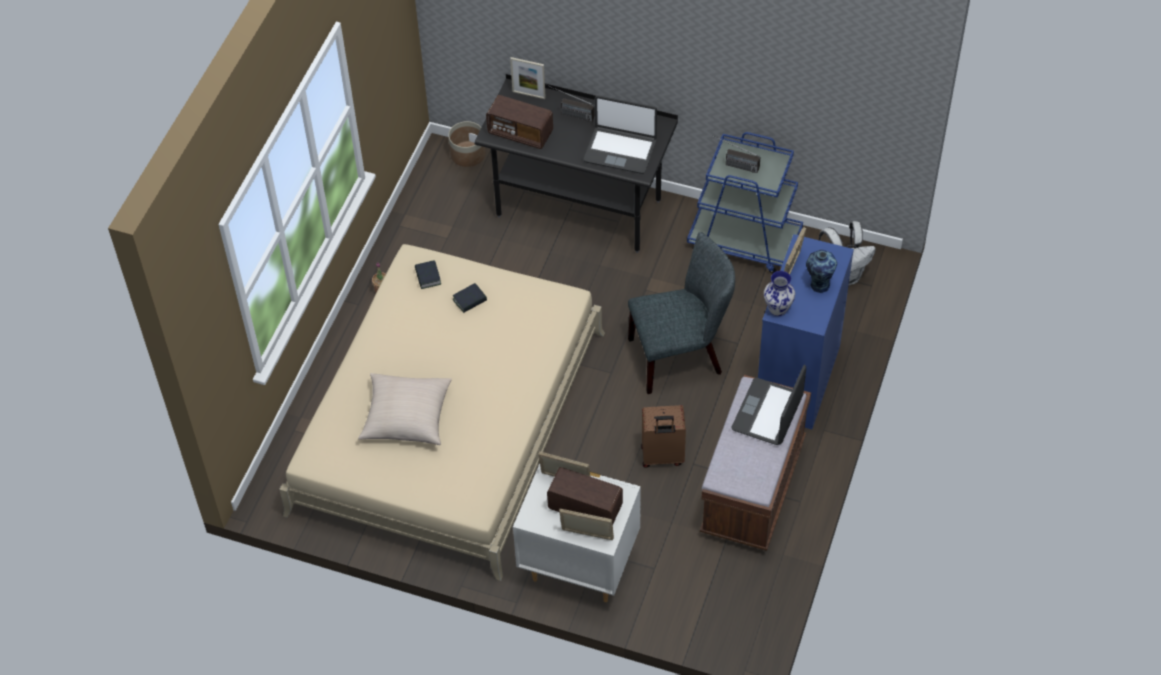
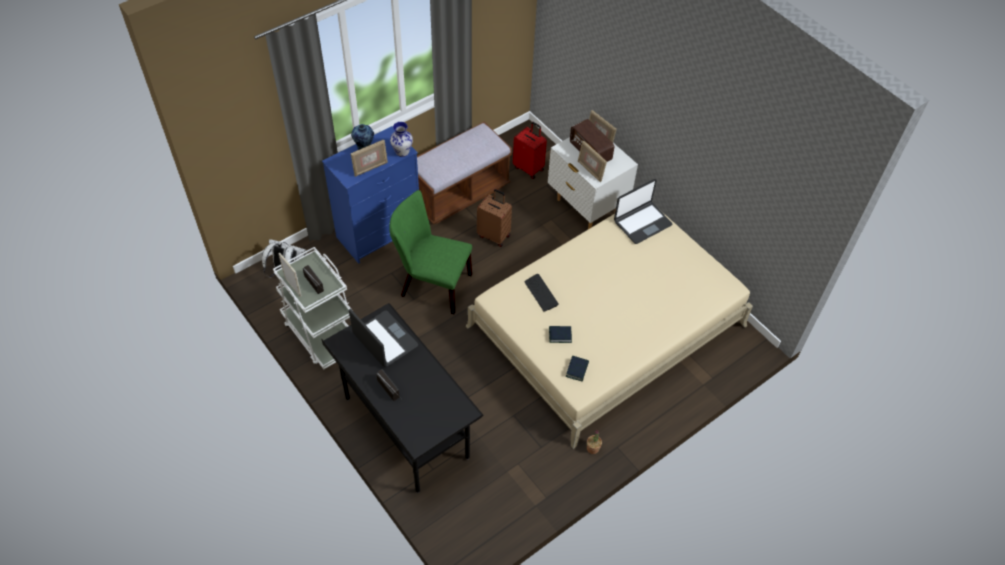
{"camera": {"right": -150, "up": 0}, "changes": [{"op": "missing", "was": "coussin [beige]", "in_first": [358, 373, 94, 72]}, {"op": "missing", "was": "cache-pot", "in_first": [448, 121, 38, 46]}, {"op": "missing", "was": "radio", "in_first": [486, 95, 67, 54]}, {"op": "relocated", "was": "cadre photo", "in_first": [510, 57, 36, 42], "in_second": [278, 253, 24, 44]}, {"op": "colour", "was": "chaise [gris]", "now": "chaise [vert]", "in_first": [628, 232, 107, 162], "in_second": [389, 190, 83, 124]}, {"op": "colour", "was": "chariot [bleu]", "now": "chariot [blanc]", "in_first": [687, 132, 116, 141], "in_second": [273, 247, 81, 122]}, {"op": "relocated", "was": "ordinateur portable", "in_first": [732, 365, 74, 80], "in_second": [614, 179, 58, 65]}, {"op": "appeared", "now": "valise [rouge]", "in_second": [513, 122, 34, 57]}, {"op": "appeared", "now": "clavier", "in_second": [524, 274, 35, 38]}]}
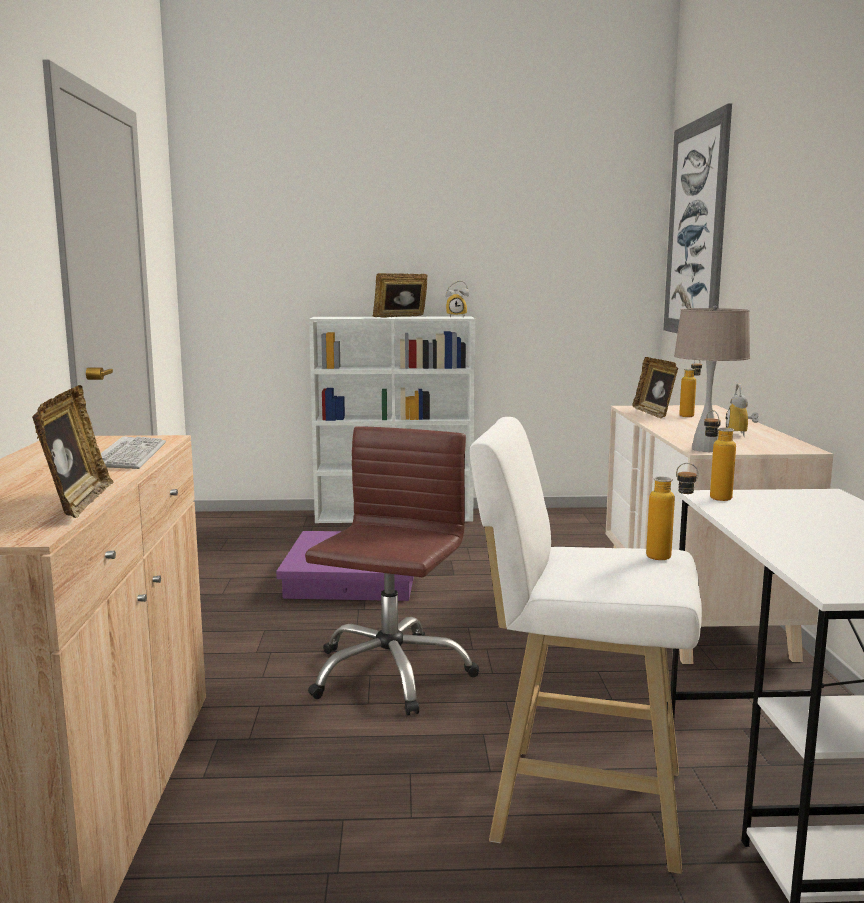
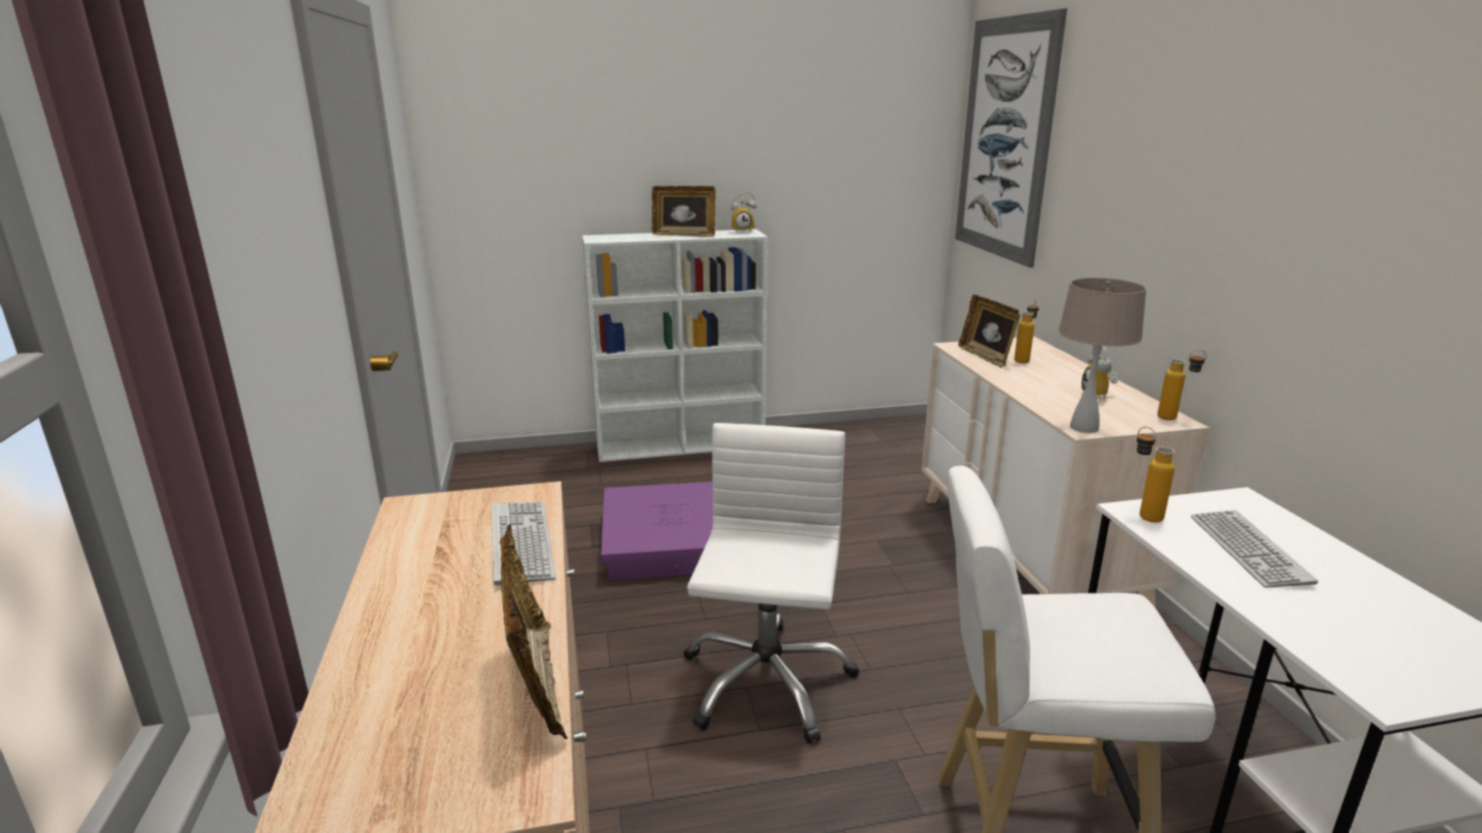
{"camera": {"right": -10, "up": 10}, "changes": [{"op": "colour", "was": "chaise de bureau [marron]", "now": "chaise de bureau [blanc]", "in_first": [305, 426, 174, 290], "in_second": [683, 423, 176, 321]}, {"op": "spun", "was": "cadre photo", "in_first": [373, 273, 54, 45], "in_second": [652, 186, 63, 51], "clockwise": -135}, {"op": "relocated", "was": "bouteille", "in_first": [646, 463, 52, 97], "in_second": [1157, 350, 50, 70]}, {"op": "appeared", "now": "clavier", "in_second": [1191, 510, 127, 78]}]}
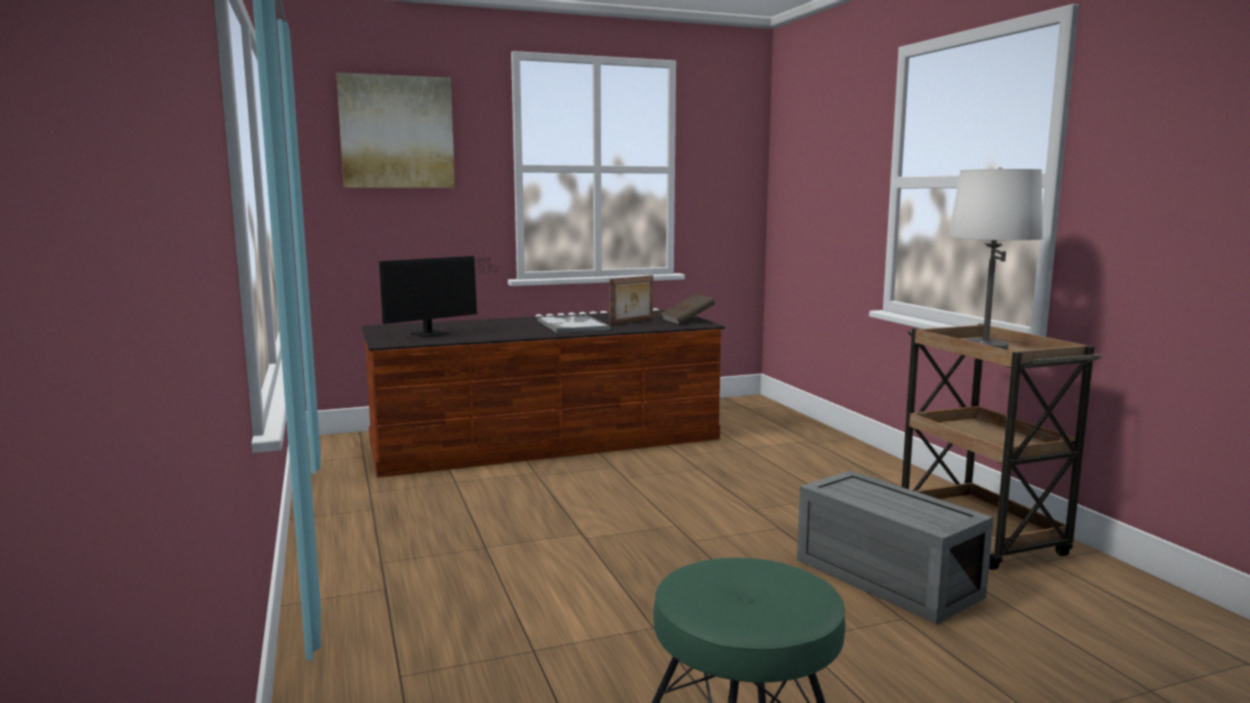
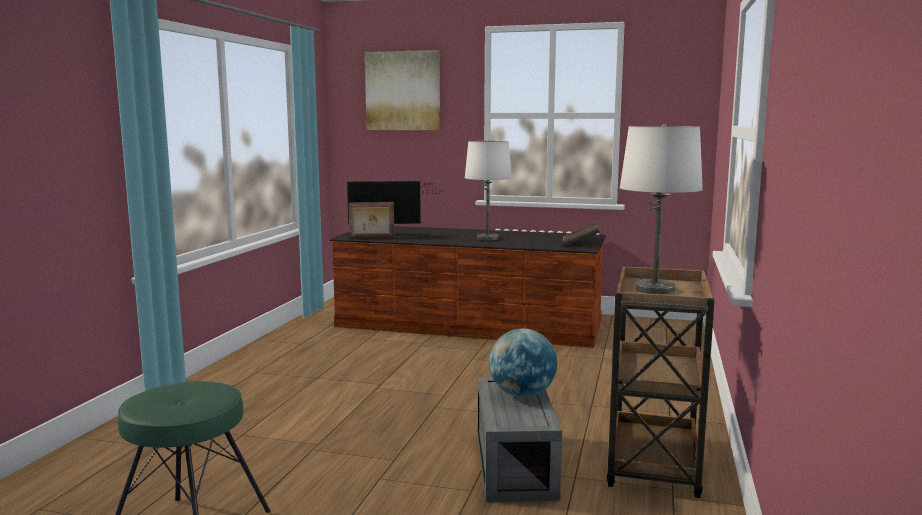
{"camera": {"right": 35, "up": 0}, "changes": [{"op": "exchanged", "was": "plateau", "now": "lampe de table [blanc]", "in_first": [537, 314, 73, 19], "in_second": [465, 140, 47, 101]}, {"op": "relocated", "was": "cadre photo", "in_first": [610, 275, 43, 50], "in_second": [349, 202, 45, 36]}, {"op": "appeared", "now": "globe", "in_second": [489, 328, 68, 69]}]}
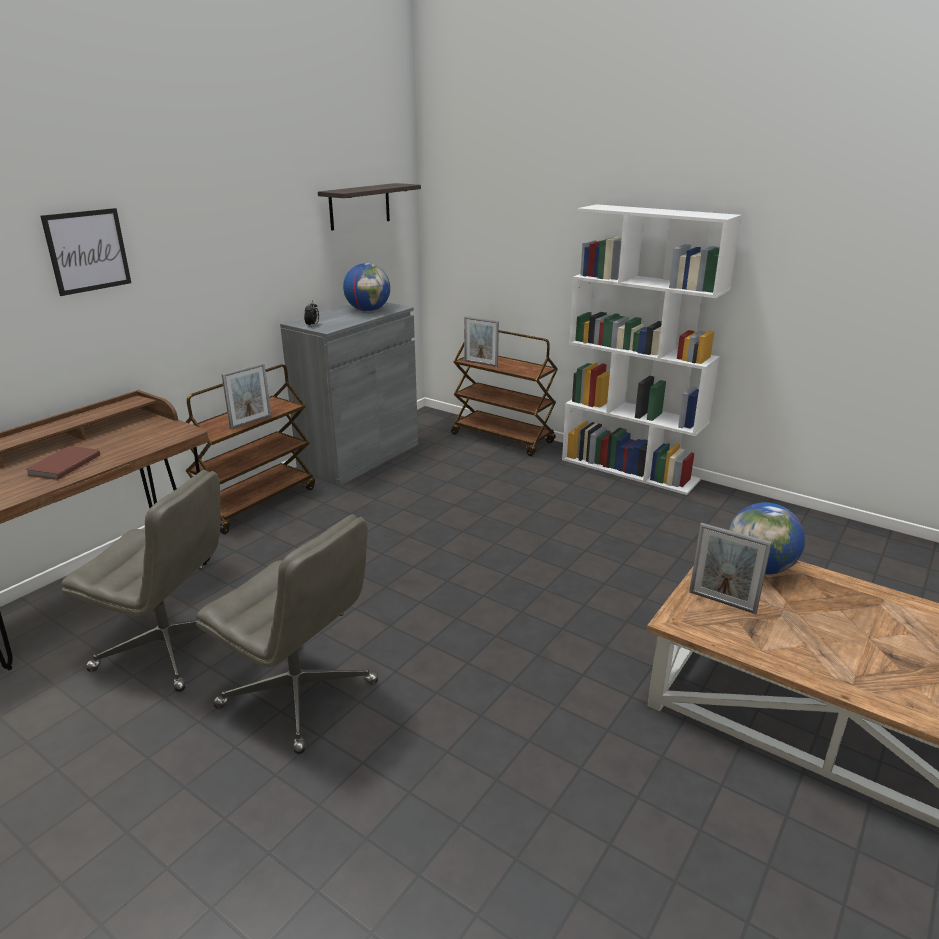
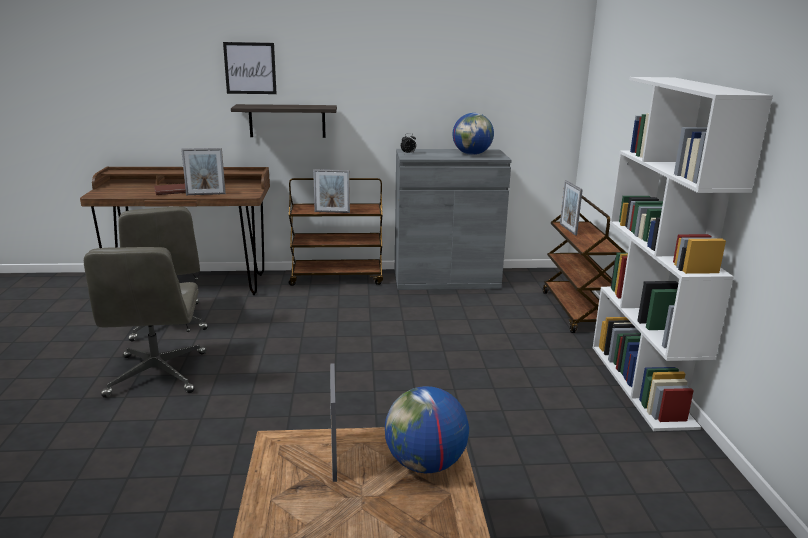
{"camera": {"right": 50, "up": -5}, "changes": [{"op": "relocated", "was": "étagère", "in_first": [318, 183, 103, 47], "in_second": [231, 104, 106, 34]}, {"op": "appeared", "now": "cadre photo", "in_second": [181, 148, 45, 47]}]}
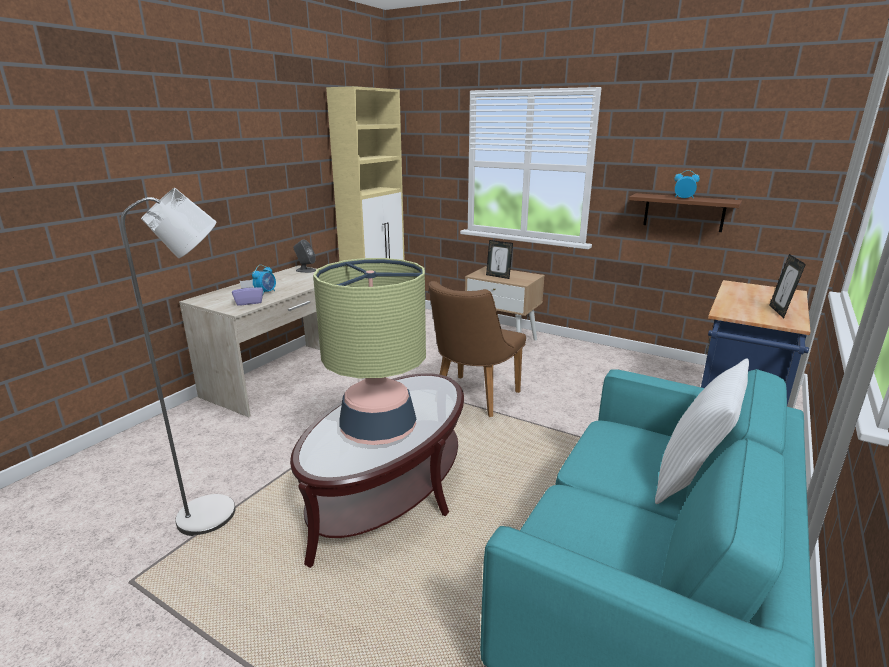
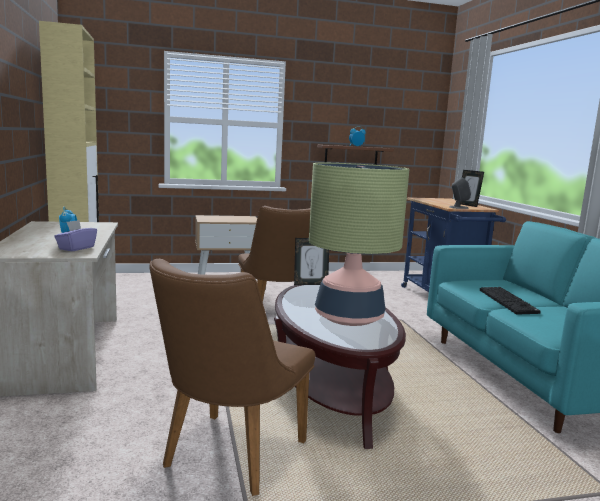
{"camera": {"right": -45, "up": -10}, "changes": [{"op": "exchanged", "was": "lampadaire [gris]", "now": "chaise [marron]", "in_first": [120, 188, 115, 348], "in_second": [149, 259, 166, 237]}, {"op": "relocated", "was": "enceinte [gris]", "in_first": [293, 240, 23, 33], "in_second": [449, 178, 22, 31]}, {"op": "relocated", "was": "cadre photo", "in_first": [486, 240, 27, 39], "in_second": [294, 238, 35, 47]}, {"op": "missing", "was": "coussin [blanc]", "in_first": [655, 359, 94, 145]}, {"op": "appeared", "now": "clavier", "in_second": [480, 287, 60, 28]}]}
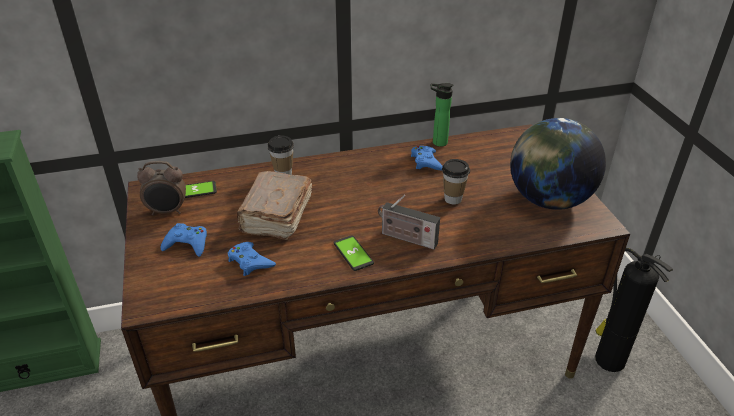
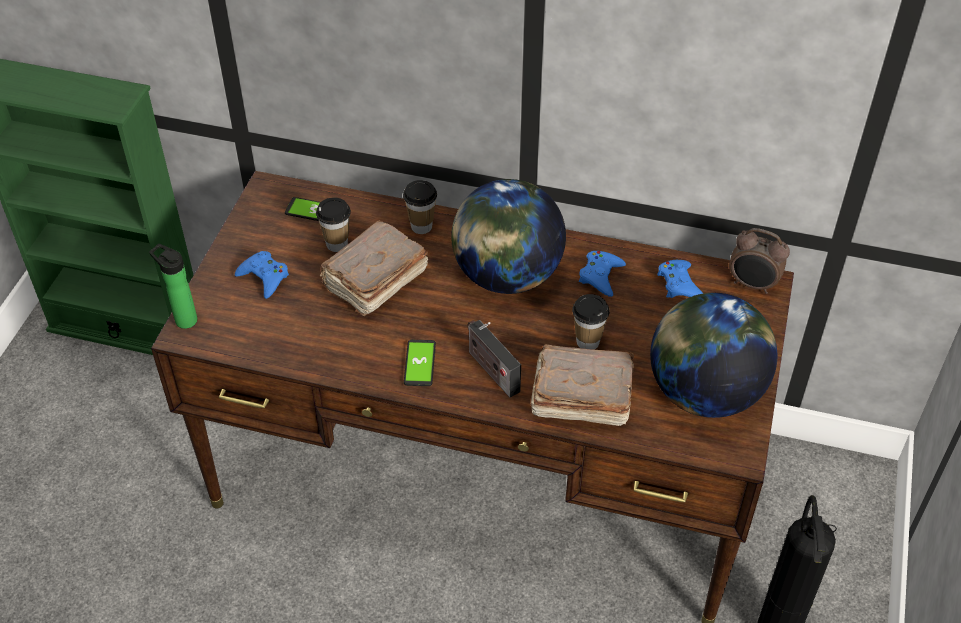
{"camera": {"right": 30, "up": 10}, "changes": [{"op": "relocated", "was": "réveil", "in_first": [137, 161, 49, 54], "in_second": [729, 228, 61, 66]}, {"op": "relocated", "was": "manette [bleu]", "in_first": [228, 242, 48, 34], "in_second": [657, 260, 46, 38]}, {"op": "relocated", "was": "bouteille", "in_first": [431, 83, 23, 64], "in_second": [149, 244, 48, 85]}, {"op": "appeared", "now": "tasse", "in_second": [316, 197, 35, 55]}, {"op": "appeared", "now": "globe", "in_second": [451, 179, 115, 115]}, {"op": "appeared", "now": "livre [marron]", "in_second": [530, 344, 104, 82]}]}
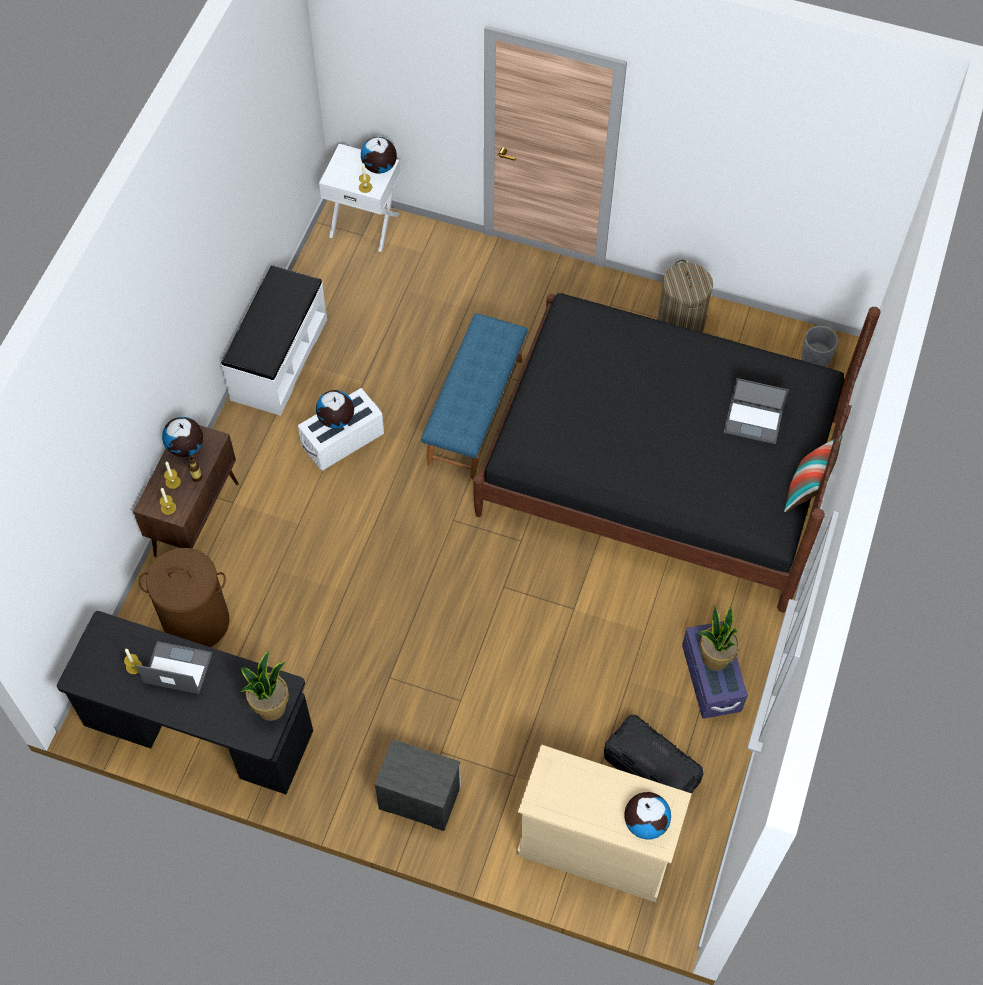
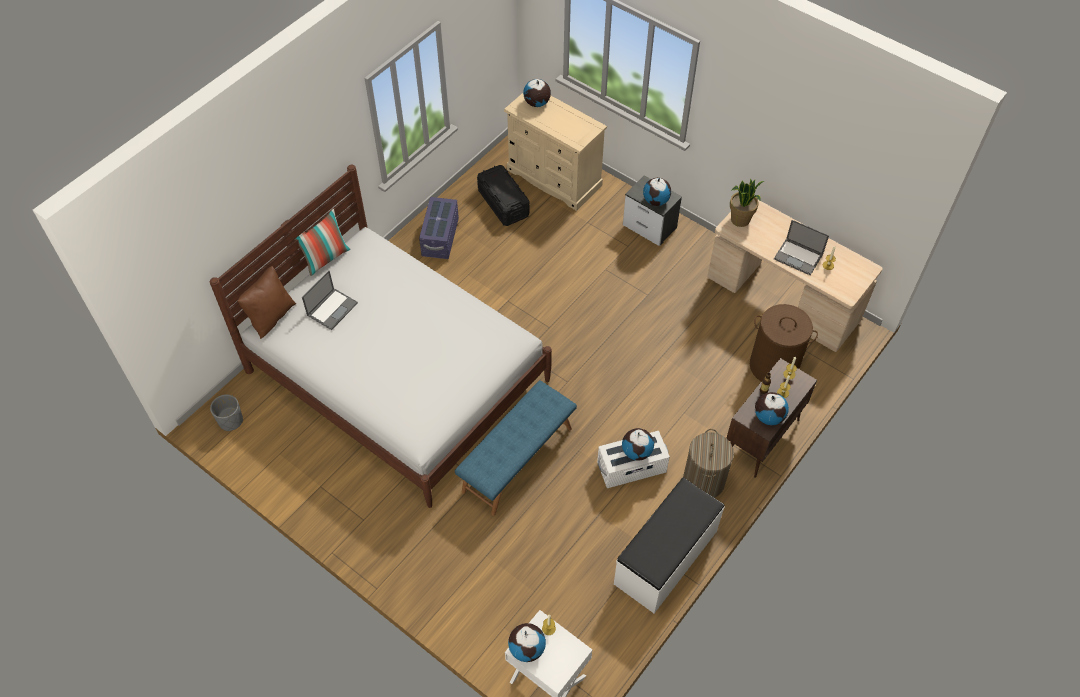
{"camera": {"right": -160, "up": -5}, "changes": [{"op": "colour", "was": "bureau [noir]", "now": "bureau [beige]", "in_first": [57, 611, 256, 183], "in_second": [707, 200, 175, 152]}, {"op": "colour", "was": "lit [noir]", "now": "lit [blanc]", "in_first": [473, 293, 408, 319], "in_second": [210, 165, 342, 343]}, {"op": "relocated", "was": "panier à linge", "in_first": [657, 260, 56, 72], "in_second": [683, 429, 51, 69]}, {"op": "missing", "was": "plante en pot", "in_first": [698, 605, 42, 66]}, {"op": "spun", "was": "ordinateur portable", "in_first": [724, 378, 65, 66], "in_second": [302, 271, 56, 59], "clockwise": 90}, {"op": "appeared", "now": "coussin [marron]", "in_second": [238, 266, 58, 73]}, {"op": "appeared", "now": "globe", "in_second": [643, 178, 28, 28]}]}
